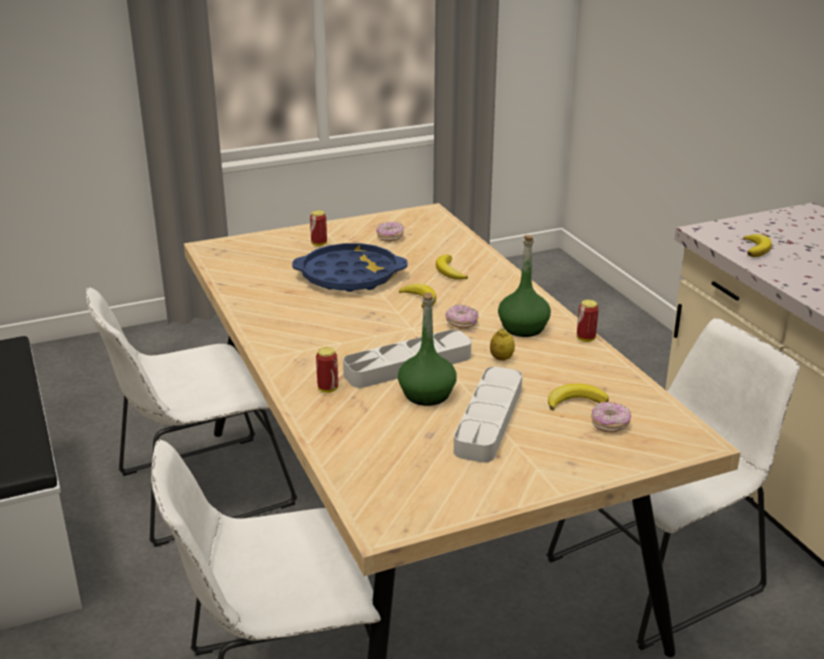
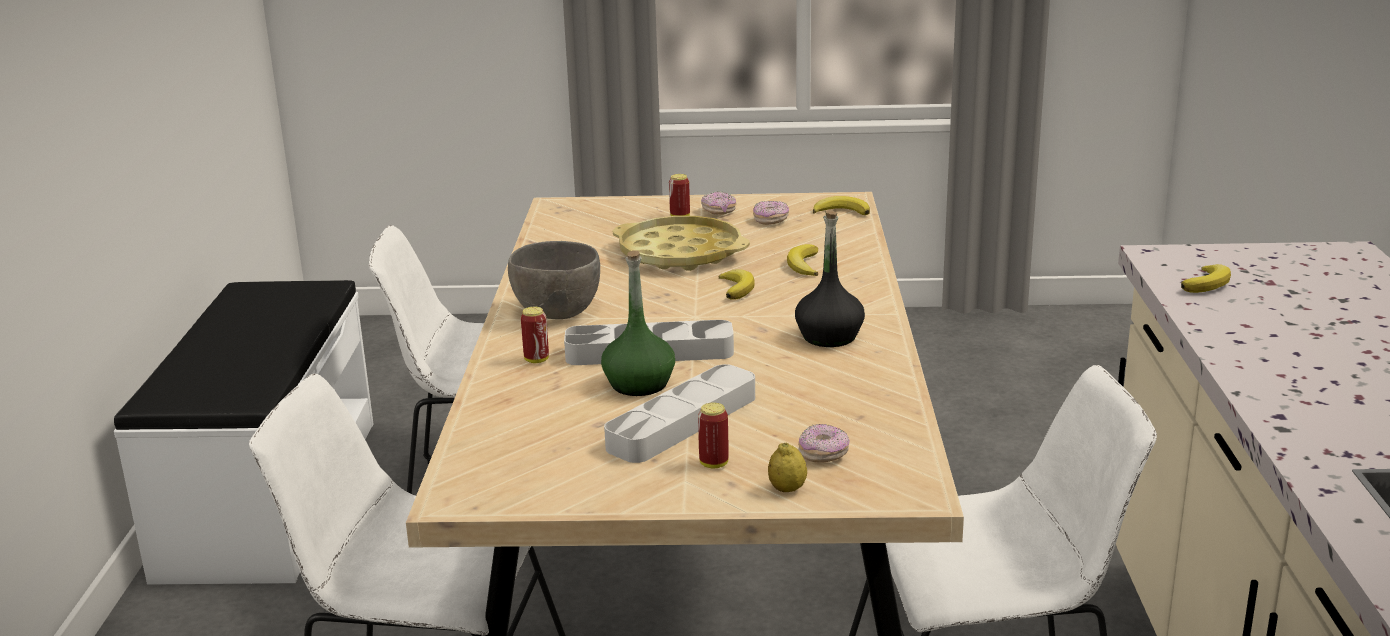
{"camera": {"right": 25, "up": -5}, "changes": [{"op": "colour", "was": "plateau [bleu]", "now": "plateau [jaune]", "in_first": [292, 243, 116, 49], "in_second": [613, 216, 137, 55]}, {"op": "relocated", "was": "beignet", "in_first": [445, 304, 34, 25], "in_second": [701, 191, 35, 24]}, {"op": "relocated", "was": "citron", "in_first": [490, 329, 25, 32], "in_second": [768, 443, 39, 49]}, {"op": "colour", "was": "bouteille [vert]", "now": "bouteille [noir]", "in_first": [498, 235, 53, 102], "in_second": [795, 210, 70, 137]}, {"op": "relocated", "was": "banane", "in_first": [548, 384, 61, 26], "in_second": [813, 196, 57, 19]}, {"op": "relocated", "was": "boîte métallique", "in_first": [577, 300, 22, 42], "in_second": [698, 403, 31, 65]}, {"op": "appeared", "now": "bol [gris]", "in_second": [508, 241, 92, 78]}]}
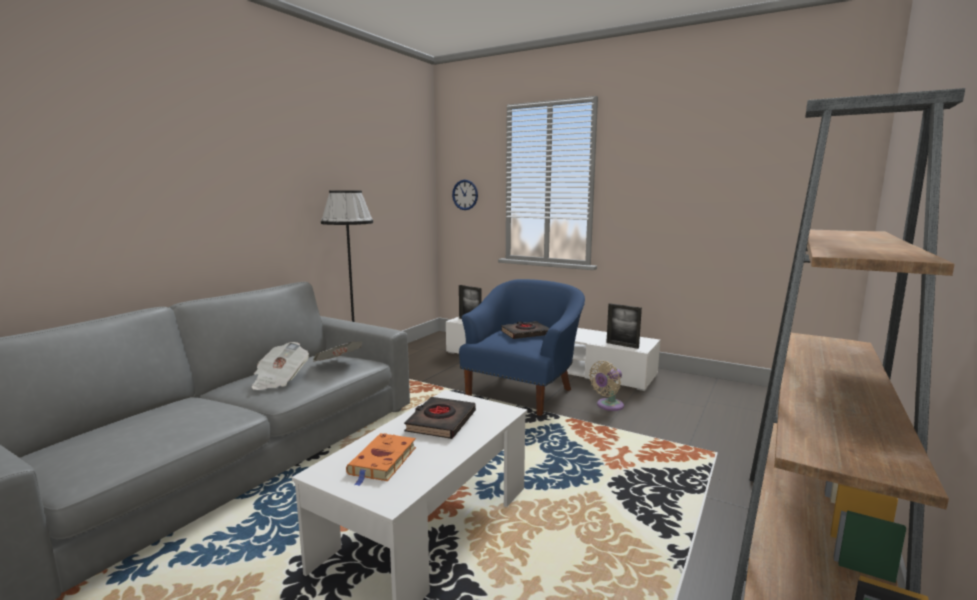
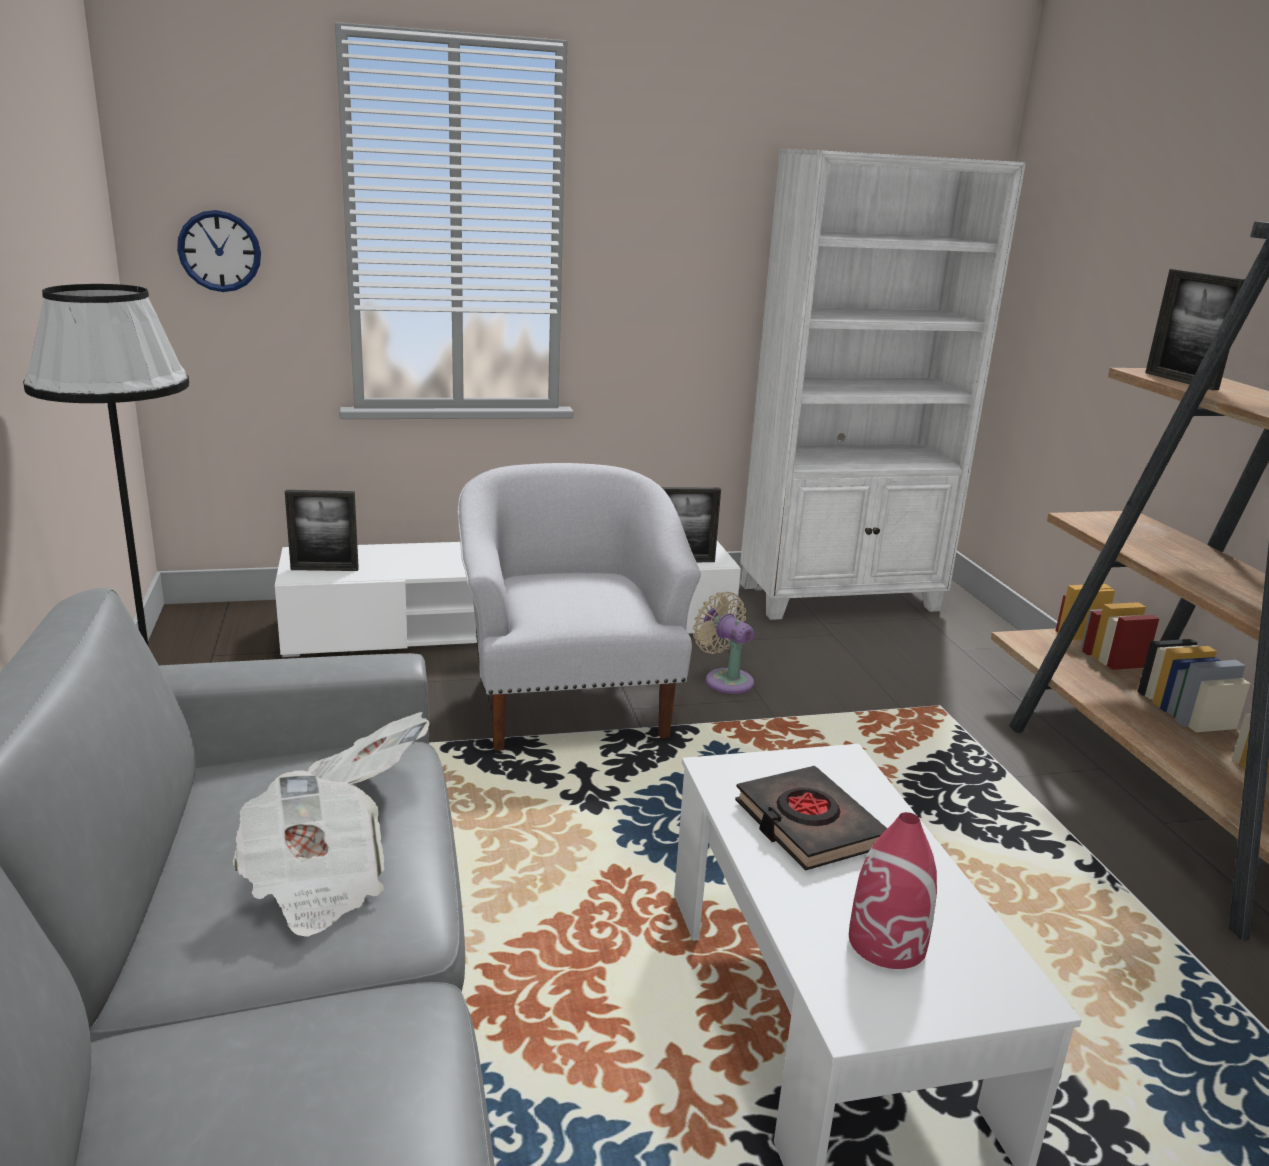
{"camera": {"right": -45, "up": 10}, "changes": [{"op": "exchanged", "was": "livre [orange]", "now": "vase [rouge]", "in_first": [346, 433, 70, 53], "in_second": [849, 812, 88, 157]}, {"op": "colour", "was": "fauteuil [bleu]", "now": "fauteuil [blanc]", "in_first": [459, 279, 126, 137], "in_second": [457, 463, 244, 288]}, {"op": "missing", "was": "livre [noir]", "in_first": [501, 321, 49, 18]}, {"op": "spun", "was": "ventilateur [beige]", "in_first": [589, 361, 35, 50], "in_second": [693, 592, 61, 102], "clockwise": 135}, {"op": "appeared", "now": "bibliothèque [blanc]", "in_second": [740, 149, 286, 471]}, {"op": "appeared", "now": "cadre photo", "in_second": [1145, 269, 100, 121]}]}
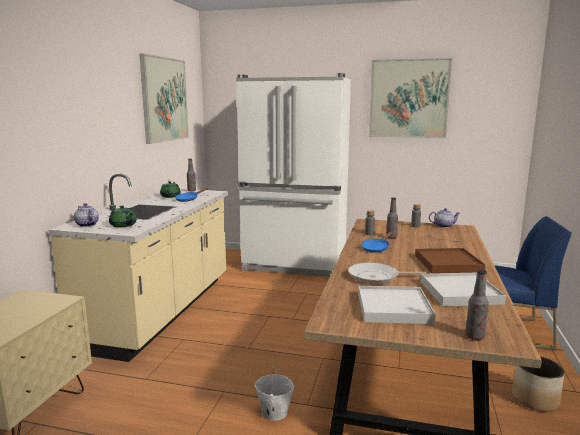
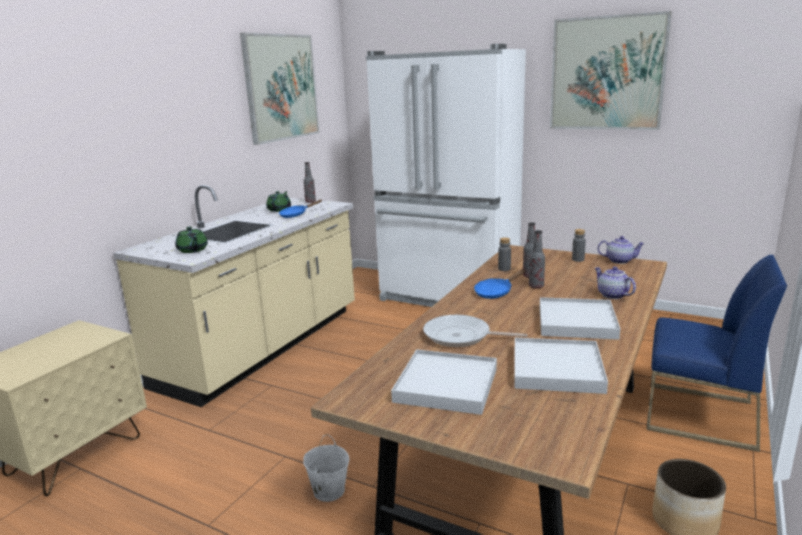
{"camera": {"right": 15, "up": 5}, "changes": [{"op": "relocated", "was": "théière", "in_first": [74, 203, 25, 24], "in_second": [595, 266, 41, 33]}, {"op": "colour", "was": "plateau [marron]", "now": "plateau [blanc]", "in_first": [415, 248, 71, 25], "in_second": [540, 297, 80, 43]}, {"op": "relocated", "was": "bouteille", "in_first": [465, 270, 23, 70], "in_second": [529, 230, 16, 59]}]}
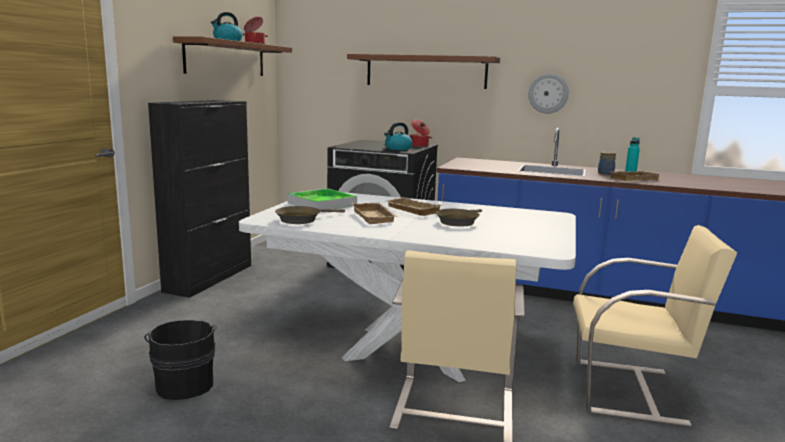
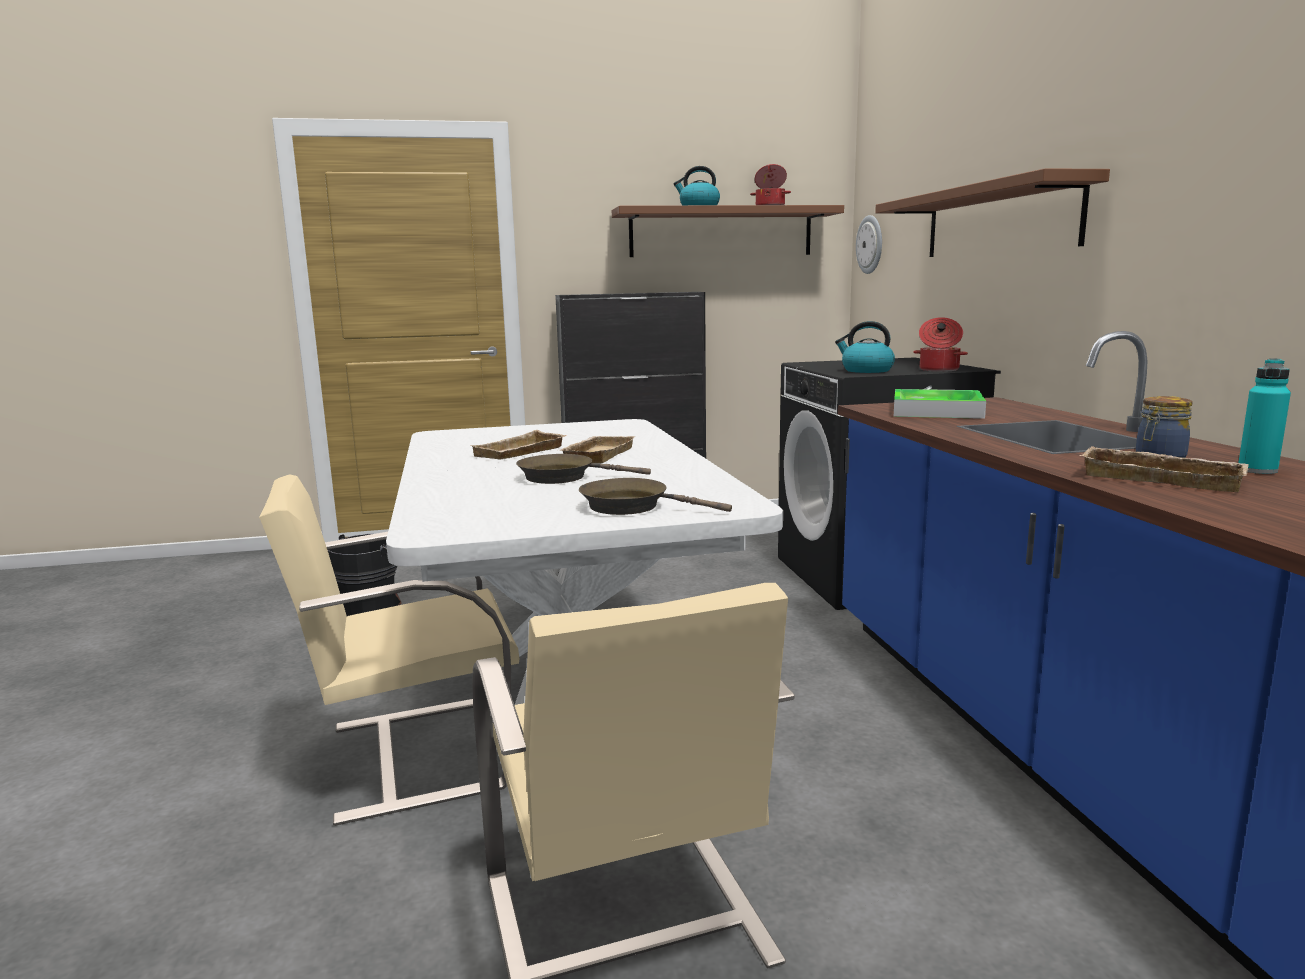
{"camera": {"right": 60, "up": 0}, "changes": [{"op": "relocated", "was": "poêle [marron]", "in_first": [275, 206, 70, 18], "in_second": [579, 478, 153, 37]}, {"op": "relocated", "was": "plateau", "in_first": [287, 188, 70, 21], "in_second": [894, 389, 92, 30]}, {"op": "relocated", "was": "horloge murale", "in_first": [528, 74, 41, 40], "in_second": [856, 215, 26, 59]}]}
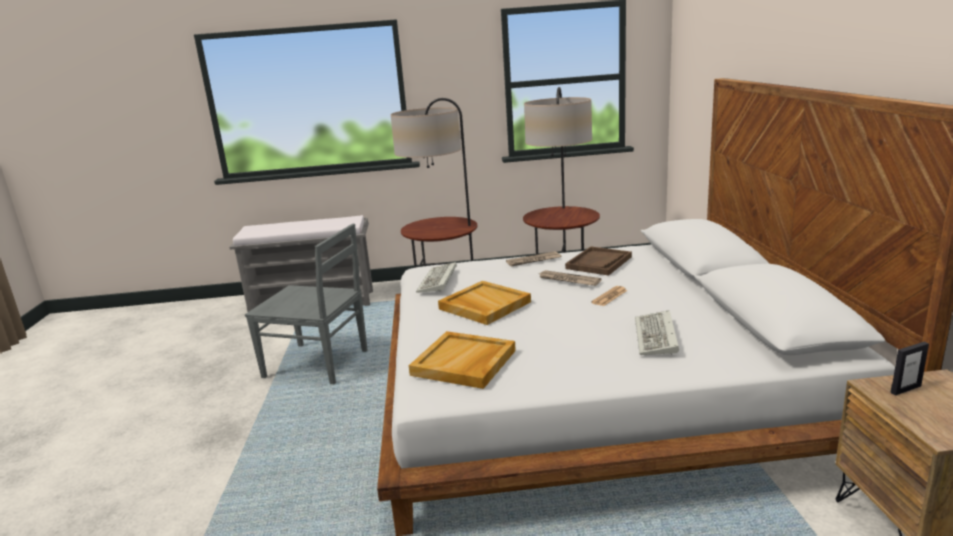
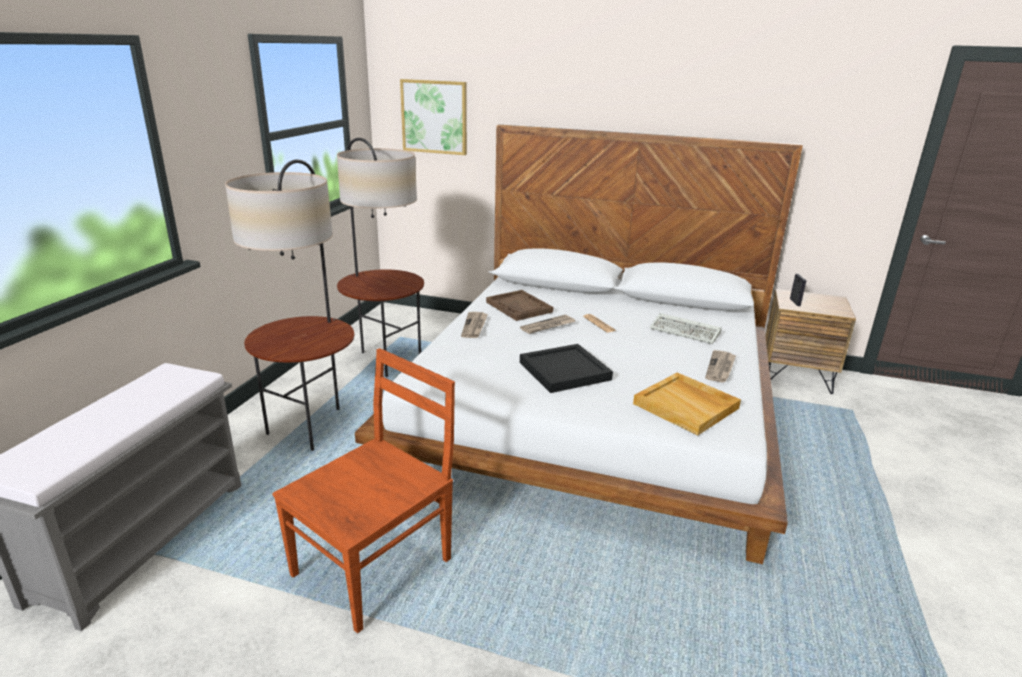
{"camera": {"right": -70, "up": 5}, "changes": [{"op": "colour", "was": "chaise [gris]", "now": "chaise [marron]", "in_first": [245, 224, 122, 161], "in_second": [272, 348, 183, 285]}, {"op": "missing", "was": "clavier", "in_first": [416, 262, 41, 31]}, {"op": "colour", "was": "plateau [beige]", "now": "plateau [noir]", "in_first": [438, 281, 93, 44], "in_second": [520, 344, 93, 49]}, {"op": "appeared", "now": "tableau", "in_second": [400, 79, 67, 76]}, {"op": "appeared", "now": "journal", "in_second": [705, 350, 31, 32]}]}
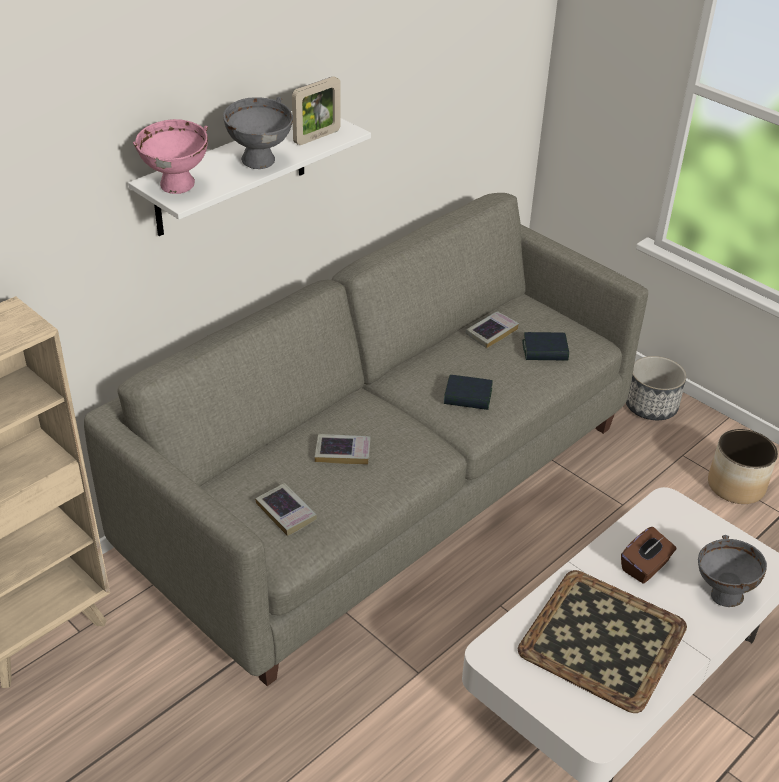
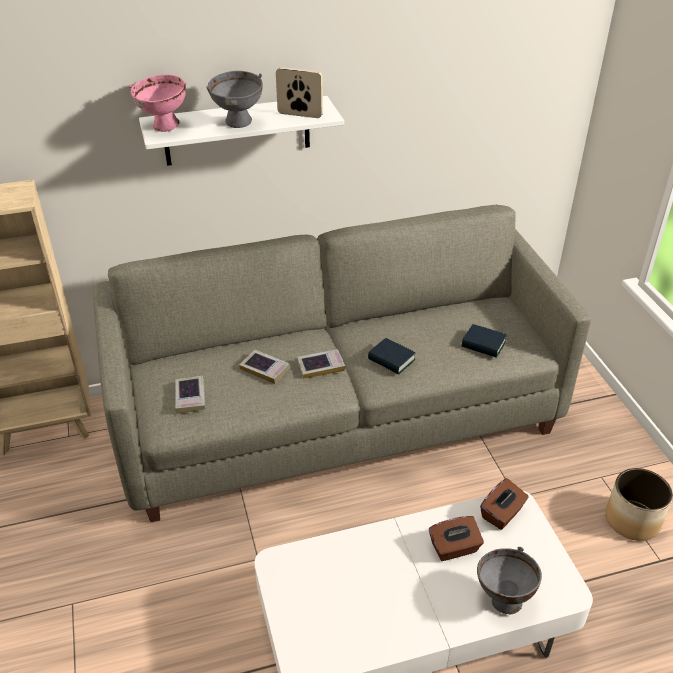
{"camera": {"right": 30, "up": 0}, "changes": [{"op": "spun", "was": "cadre photo", "in_first": [292, 76, 49, 69], "in_second": [276, 67, 47, 51], "clockwise": -150}, {"op": "relocated", "was": "livre", "in_first": [466, 311, 53, 37], "in_second": [297, 349, 48, 30]}, {"op": "missing", "was": "plateau", "in_first": [518, 570, 169, 143]}, {"op": "missing", "was": "cache-pot", "in_first": [626, 356, 61, 64]}, {"op": "appeared", "now": "boîte à mouchoirs [marron]", "in_second": [480, 478, 49, 52]}]}
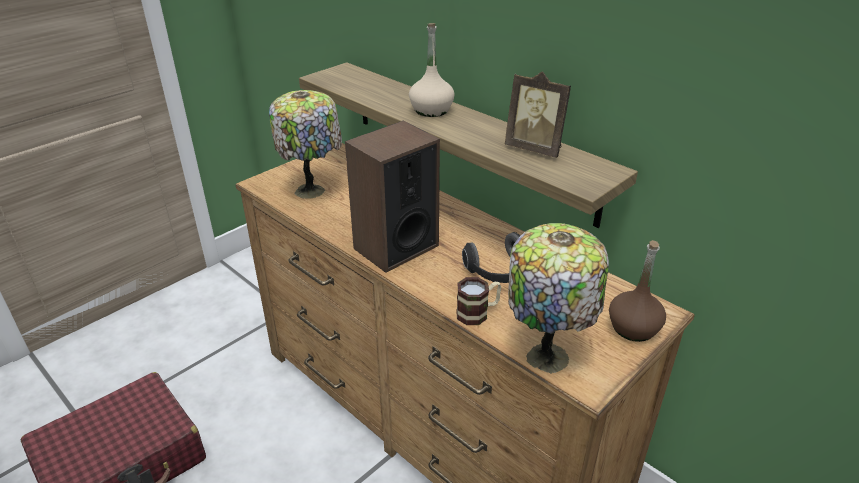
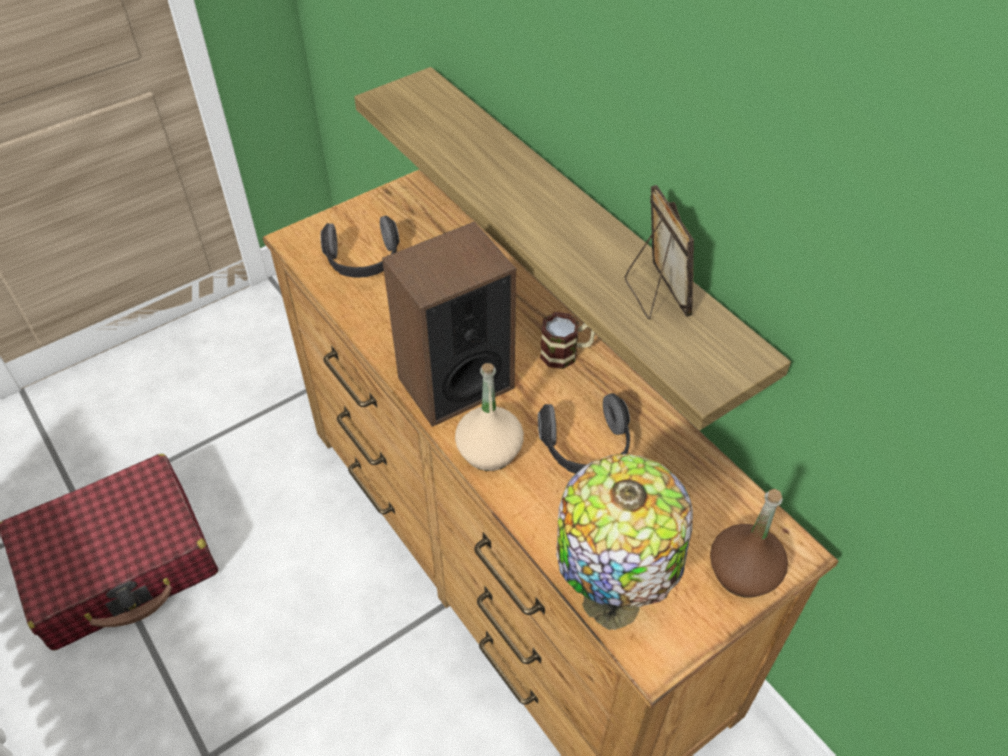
{"camera": {"right": 10, "up": 15}, "changes": [{"op": "exchanged", "was": "lampe de table", "now": "casque audio", "in_first": [269, 90, 73, 109], "in_second": [321, 215, 78, 63]}, {"op": "relocated", "was": "bouteille [beige]", "in_first": [409, 23, 46, 94], "in_second": [455, 363, 69, 108]}, {"op": "relocated", "was": "mug", "in_first": [456, 277, 45, 48], "in_second": [540, 312, 55, 57]}, {"op": "spun", "was": "cadre photo", "in_first": [505, 71, 66, 87], "in_second": [625, 185, 69, 135], "clockwise": -150}]}
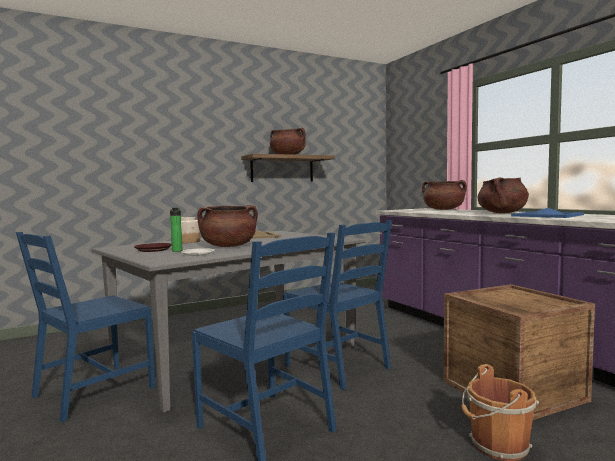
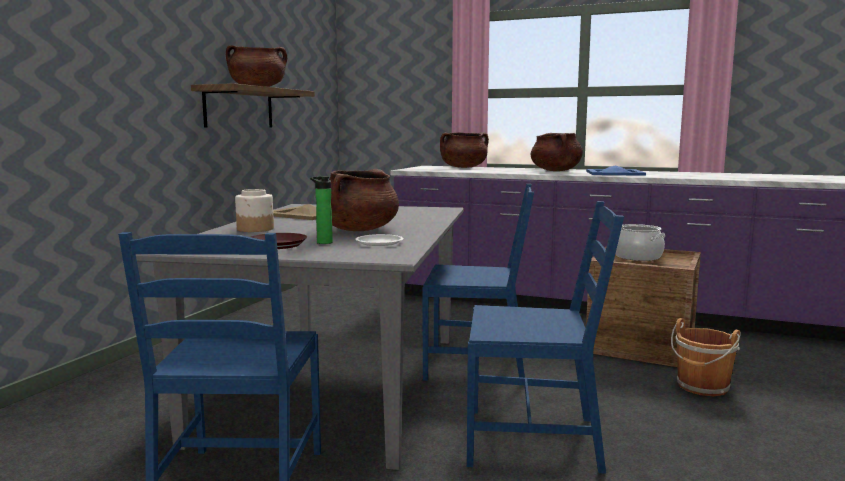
{"camera": {"right": -40, "up": 5}, "changes": [{"op": "appeared", "now": "marmite", "in_second": [615, 224, 50, 37]}]}
